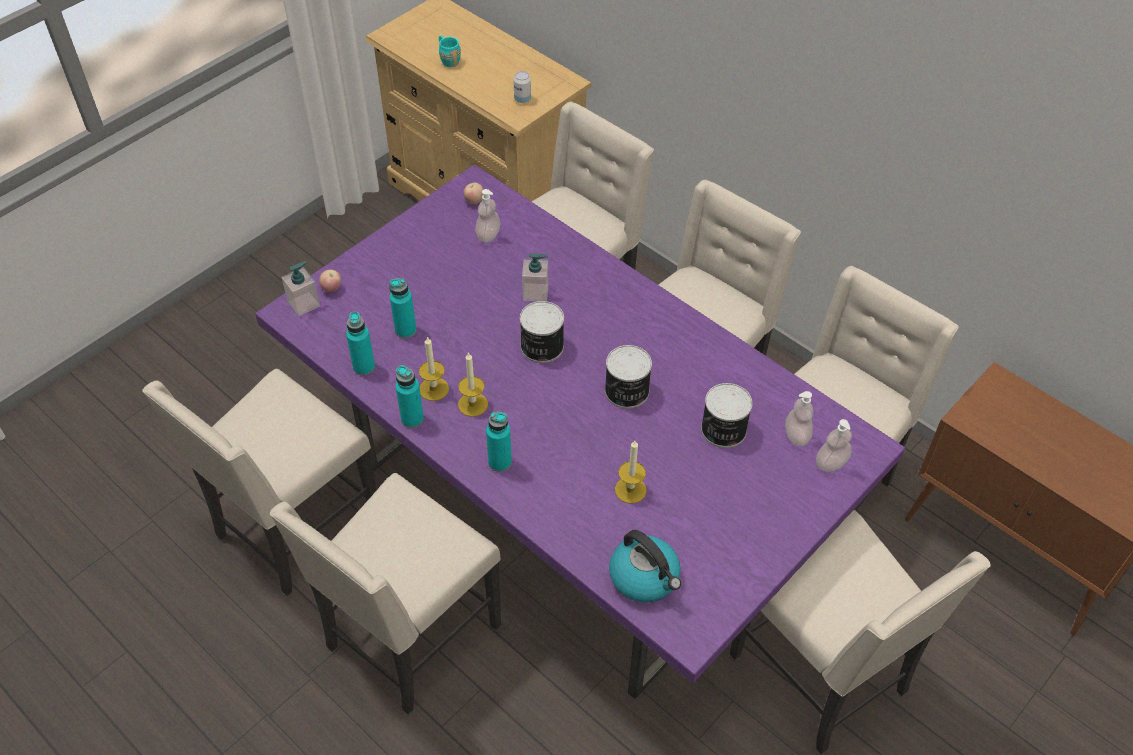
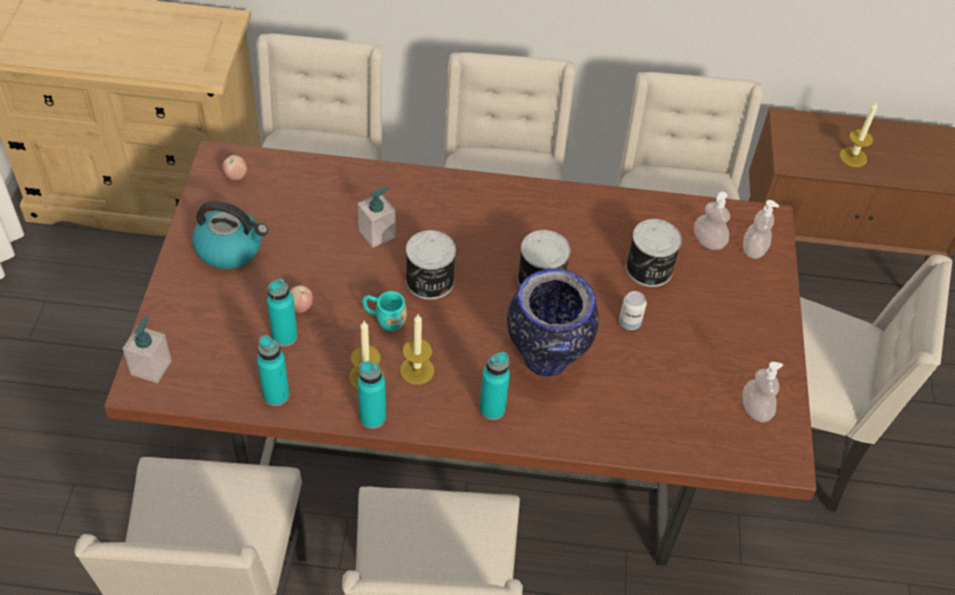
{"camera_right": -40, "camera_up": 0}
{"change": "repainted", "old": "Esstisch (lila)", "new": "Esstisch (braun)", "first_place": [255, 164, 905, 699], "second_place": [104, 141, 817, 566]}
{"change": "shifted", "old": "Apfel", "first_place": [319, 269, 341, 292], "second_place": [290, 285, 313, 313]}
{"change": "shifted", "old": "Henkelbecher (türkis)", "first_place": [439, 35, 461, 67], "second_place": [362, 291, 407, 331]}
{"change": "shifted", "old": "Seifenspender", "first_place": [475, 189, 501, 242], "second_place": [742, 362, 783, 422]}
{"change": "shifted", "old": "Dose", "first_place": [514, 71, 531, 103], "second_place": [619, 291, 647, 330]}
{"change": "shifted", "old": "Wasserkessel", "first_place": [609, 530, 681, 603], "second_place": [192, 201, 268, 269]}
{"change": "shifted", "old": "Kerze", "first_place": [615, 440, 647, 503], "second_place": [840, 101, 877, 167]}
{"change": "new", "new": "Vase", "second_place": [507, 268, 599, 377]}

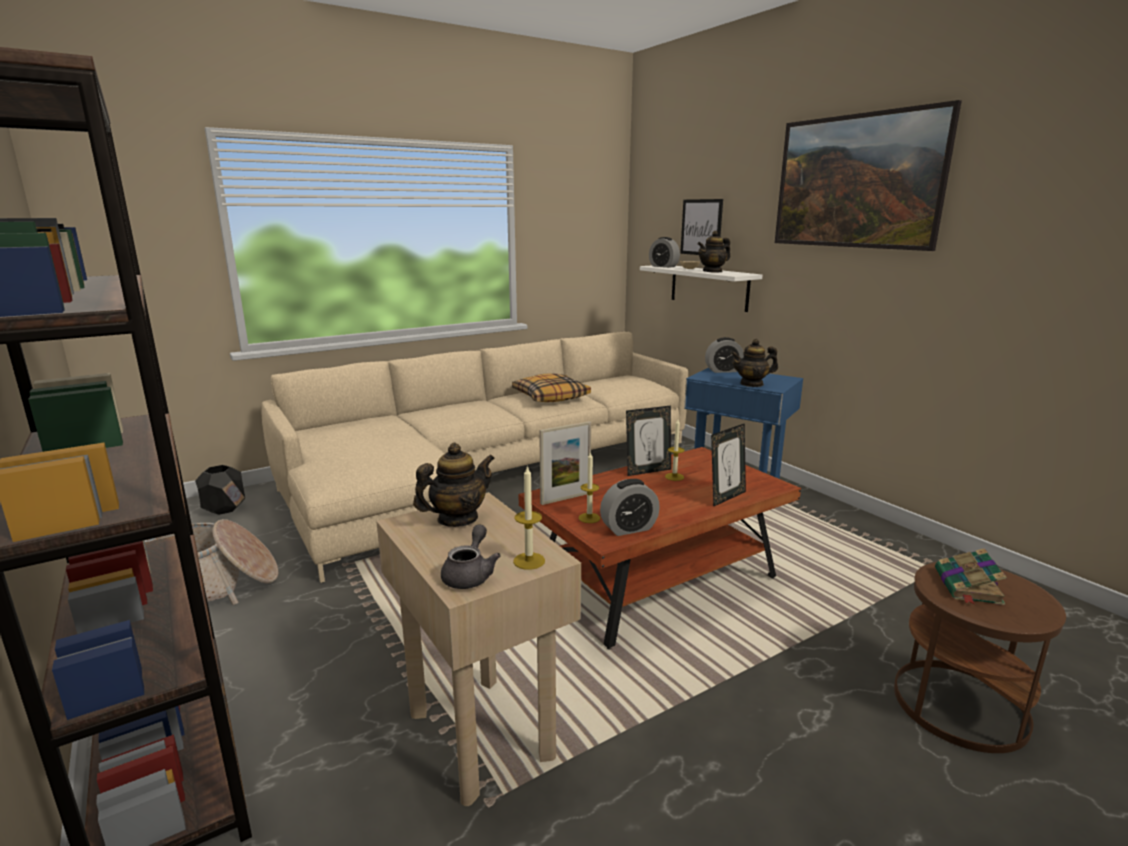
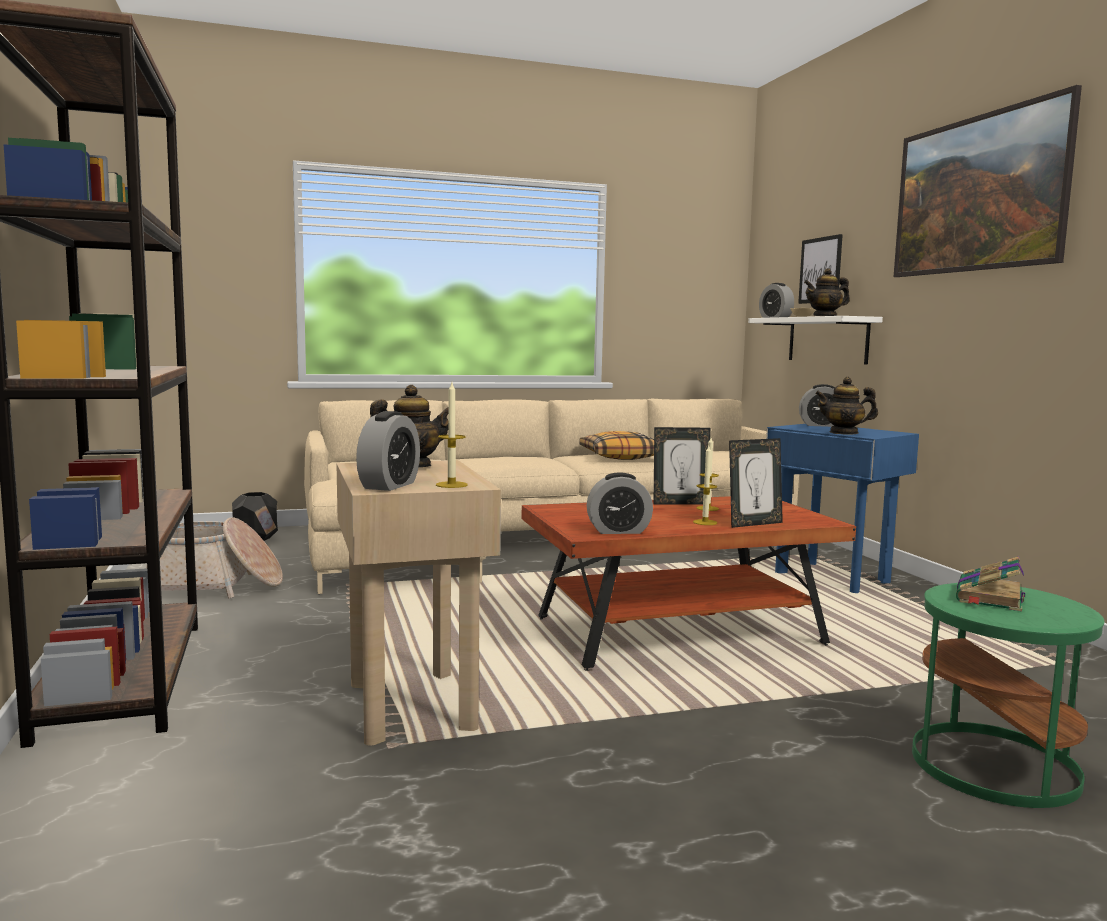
{"camera_right": 15, "camera_up": -10}
{"change": "swapped", "old": "Teekanne (grau)", "new": "Wecker", "first_place": [441, 524, 501, 589], "second_place": [356, 411, 420, 491]}
{"change": "gone", "old": "Bilderrahmen", "first_place": [539, 421, 591, 505]}
{"change": "shifted", "old": "Kerze", "first_place": [579, 451, 601, 523], "second_place": [693, 446, 717, 525]}
{"change": "repainted", "old": "Beistelltisch (braun)", "new": "Beistelltisch (grün)", "first_place": [894, 562, 1066, 753], "second_place": [912, 583, 1104, 808]}

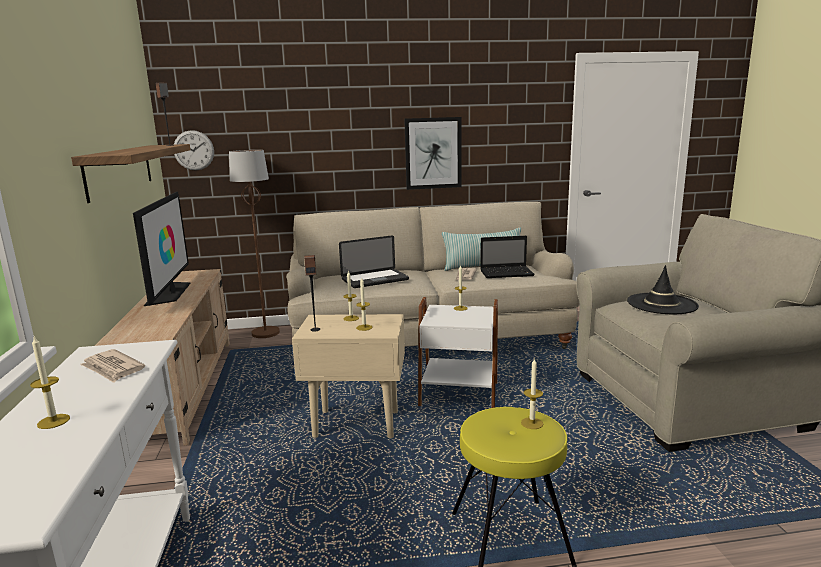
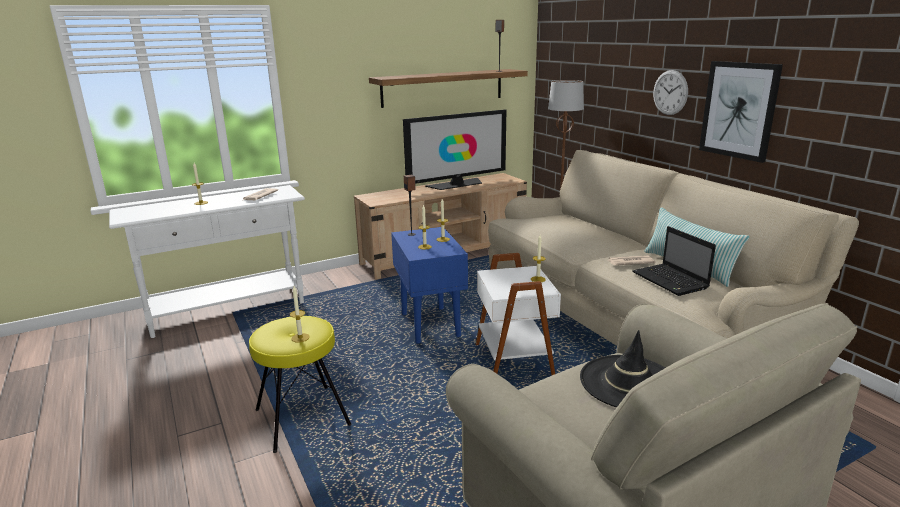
{"camera_right": 70, "camera_up": 5}
{"change": "shifted", "old": "Wanduhr", "first_place": [174, 130, 214, 171], "second_place": [653, 70, 688, 115]}
{"change": "repainted", "old": "Beistelltisch (beige)", "new": "Beistelltisch (blau)", "first_place": [292, 314, 405, 438], "second_place": [391, 227, 468, 344]}
{"change": "gone", "old": "Laptop", "first_place": [339, 235, 409, 288]}

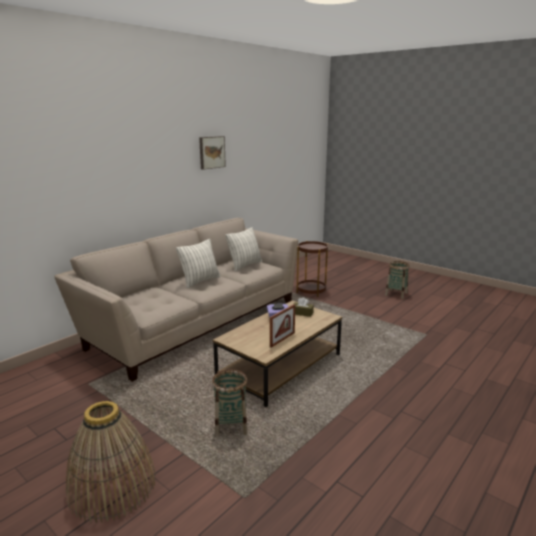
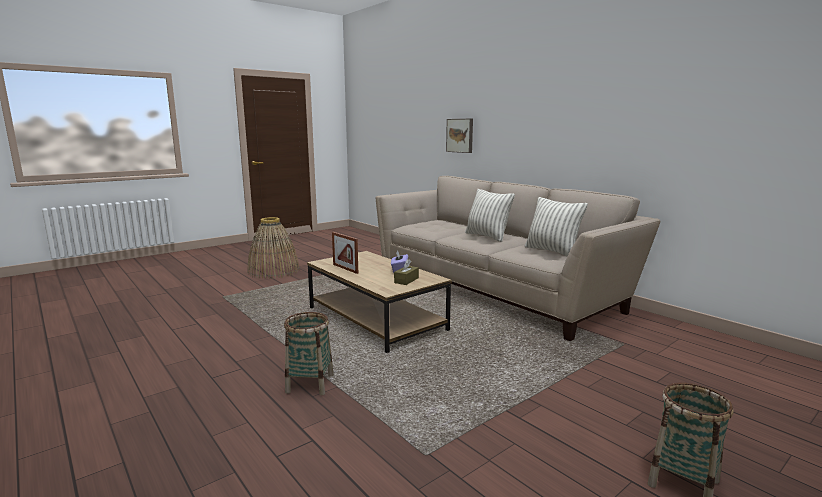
{"camera_right": 100, "camera_up": -5}
{"change": "shifted", "old": "Bild", "first_place": [199, 136, 226, 170], "second_place": [446, 119, 473, 153]}
{"change": "shifted", "old": "Korb", "first_place": [212, 369, 247, 437], "second_place": [284, 312, 334, 395]}
{"change": "gone", "old": "Beistelltisch (braun)", "first_place": [296, 241, 328, 297]}

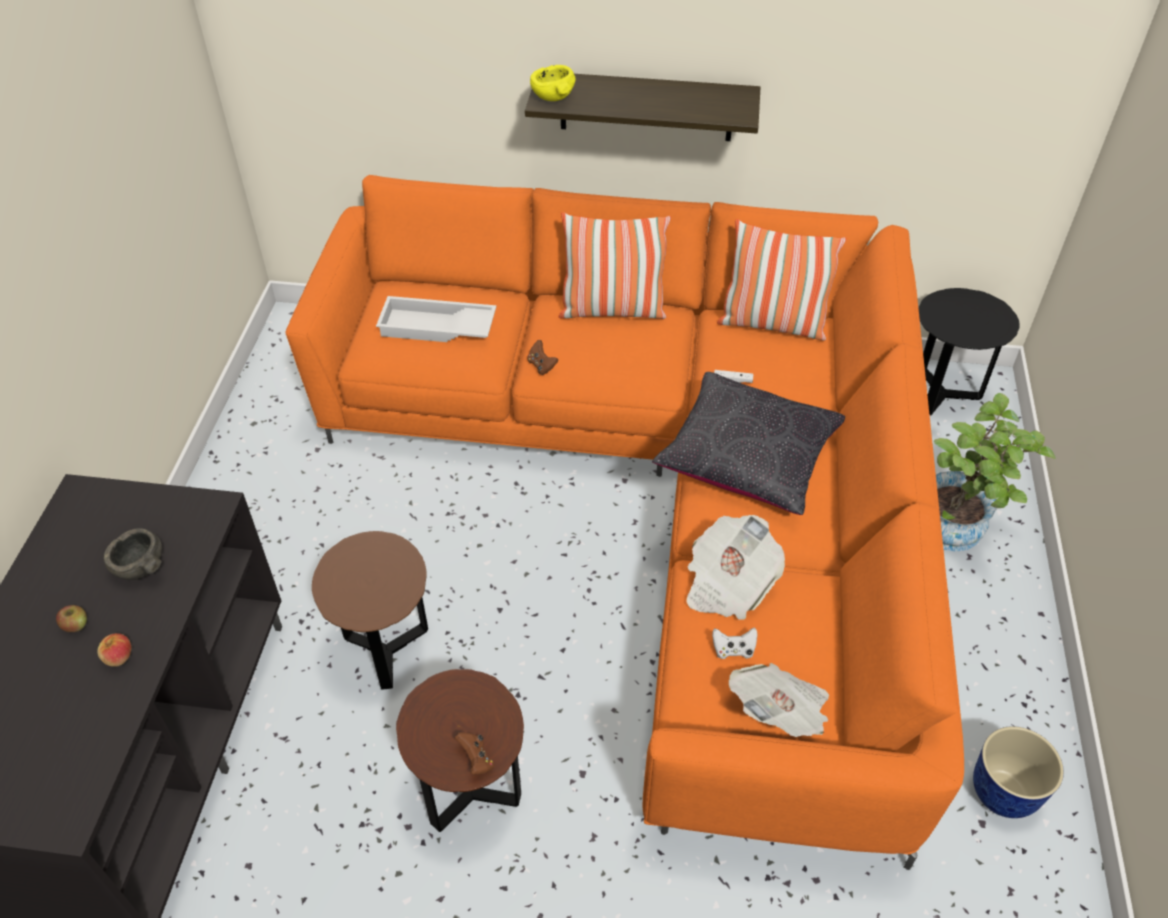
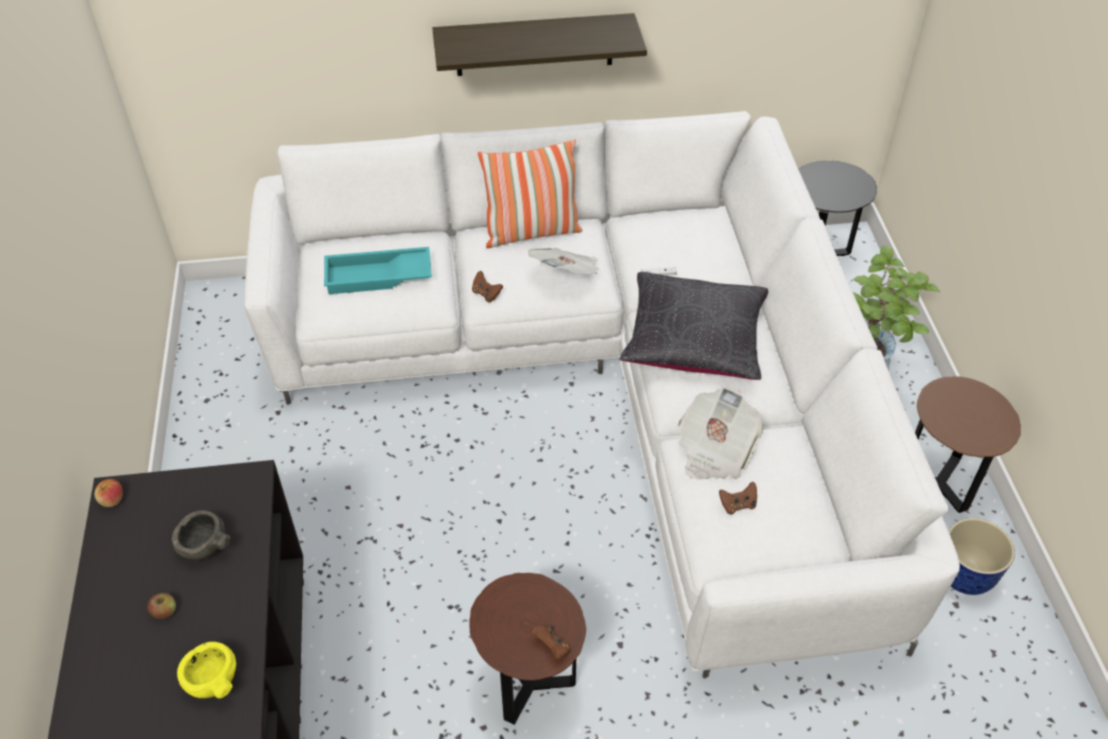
{"camera_right": -15, "camera_up": 0}
{"change": "shifted", "old": "Apfel", "first_place": [97, 633, 131, 667], "second_place": [94, 479, 123, 507]}
{"change": "repainted", "old": "Sofa (orange)", "new": "Sofa (weiß)", "first_place": [286, 175, 964, 870], "second_place": [244, 111, 960, 678]}
{"change": "shifted", "old": "Beistelltisch (braun)", "first_place": [312, 531, 428, 690], "second_place": [915, 376, 1021, 513]}
{"change": "repainted", "old": "Tablett (weiß)", "new": "Tablett (türkis)", "first_place": [376, 296, 497, 342], "second_place": [324, 247, 432, 294]}
{"change": "shifted", "old": "Schüssel (gelb)", "first_place": [530, 65, 575, 101], "second_place": [177, 642, 236, 698]}
{"change": "repainted", "old": "Gamepad (weiß)", "new": "Gamepad (braun)", "first_place": [712, 628, 758, 659], "second_place": [719, 482, 757, 514]}
{"change": "gone", "old": "Kissen", "first_place": [717, 219, 847, 341]}
{"change": "shifted", "old": "Zeitung", "first_place": [729, 663, 829, 737], "second_place": [528, 248, 599, 274]}

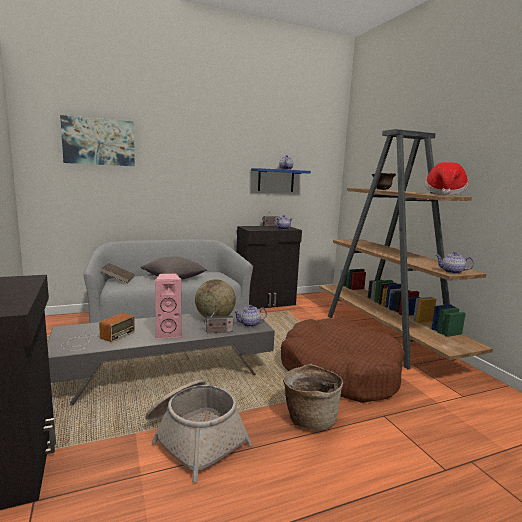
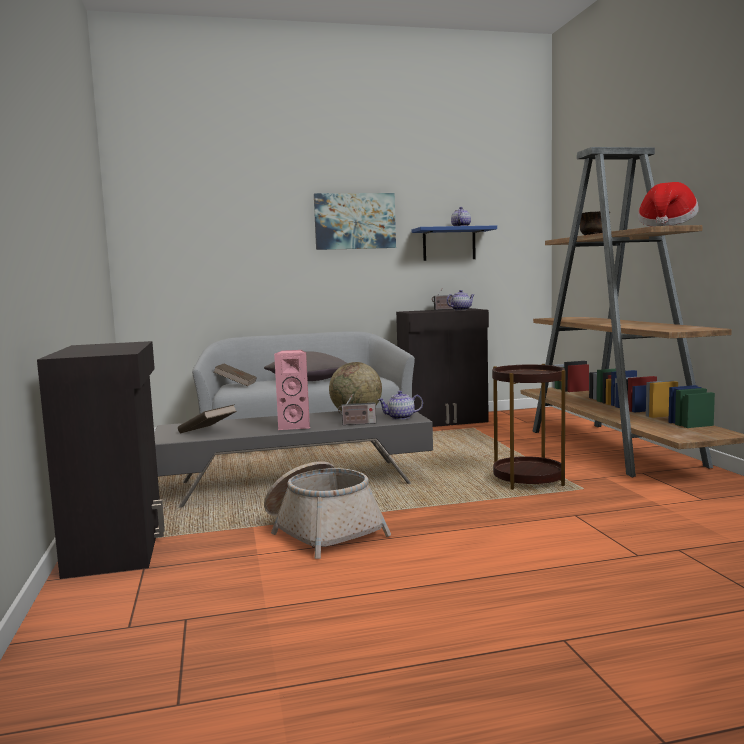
{"camera_right": 10, "camera_up": -5}
{"change": "shifted", "old": "Bild", "first_place": [60, 115, 135, 166], "second_place": [314, 193, 396, 250]}
{"change": "swapped", "old": "Radio", "new": "Buch (braun)", "first_place": [61, 313, 135, 351], "second_place": [178, 404, 237, 433]}
{"change": "swapped", "old": "Hundebett (braun)", "new": "Beistelltisch (braun)", "first_place": [281, 318, 405, 403], "second_place": [492, 364, 565, 490]}
{"change": "gone", "old": "Korb", "first_place": [283, 364, 343, 430]}
{"change": "gone", "old": "Teekanne", "first_place": [436, 252, 474, 274]}

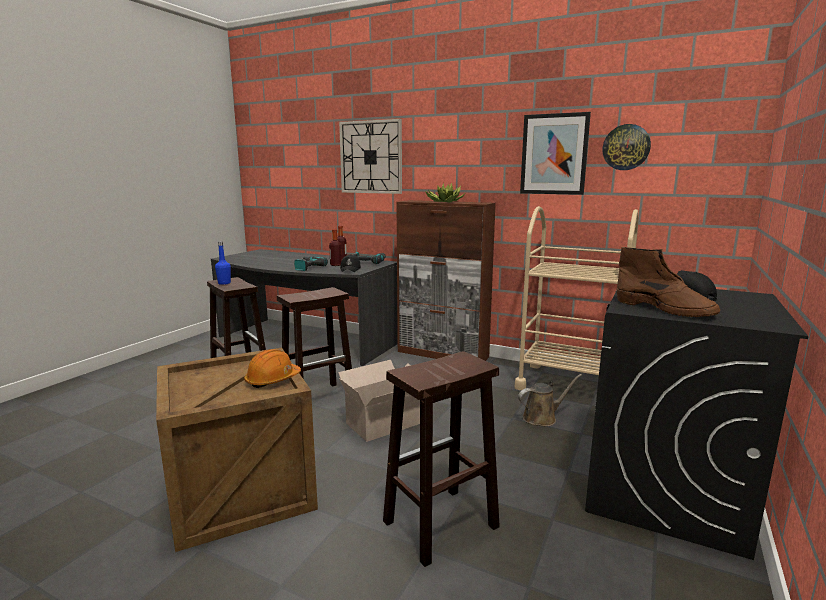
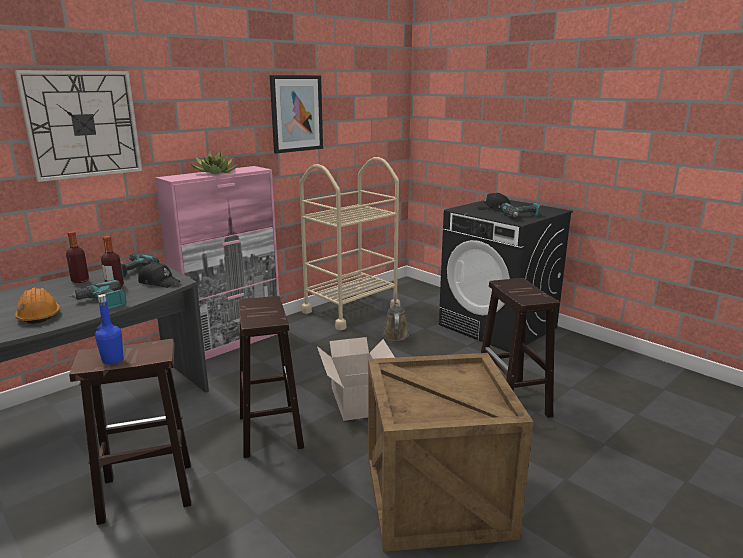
{"camera_right": -70, "camera_up": 5}
{"change": "shifted", "old": "Schutzhelm (orange)", "first_place": [244, 349, 301, 388], "second_place": [15, 288, 60, 324]}
{"change": "repainted", "old": "Schrank (braun)", "new": "Schrank (rosa)", "first_place": [396, 200, 496, 361], "second_place": [155, 166, 279, 360]}
{"change": "gone", "old": "Wanduhr", "first_place": [603, 124, 651, 170]}
{"change": "swapped", "old": "Stiefel (braun)", "new": "Bohrmaschine", "first_place": [617, 247, 720, 317], "second_place": [500, 202, 541, 218]}

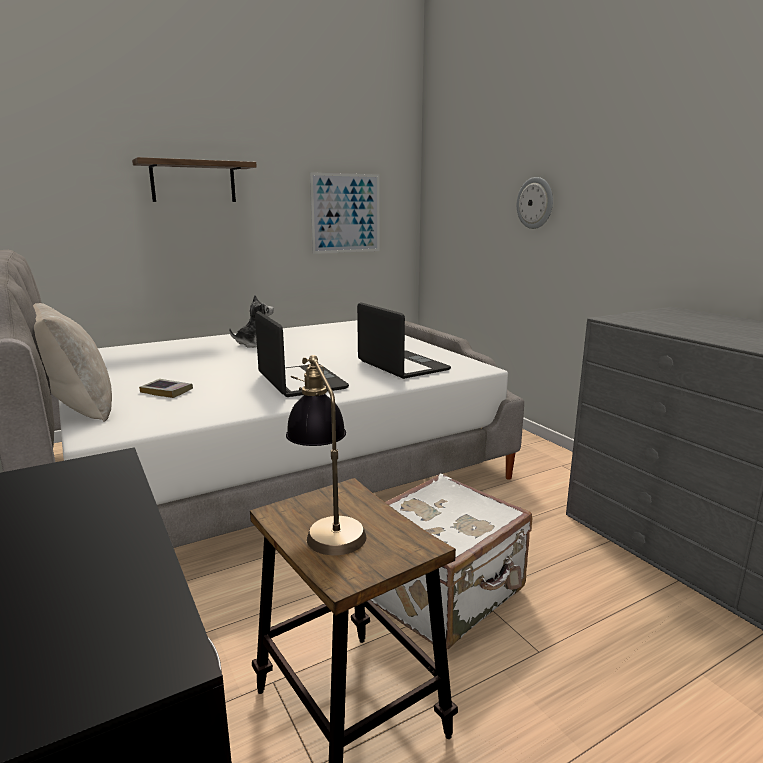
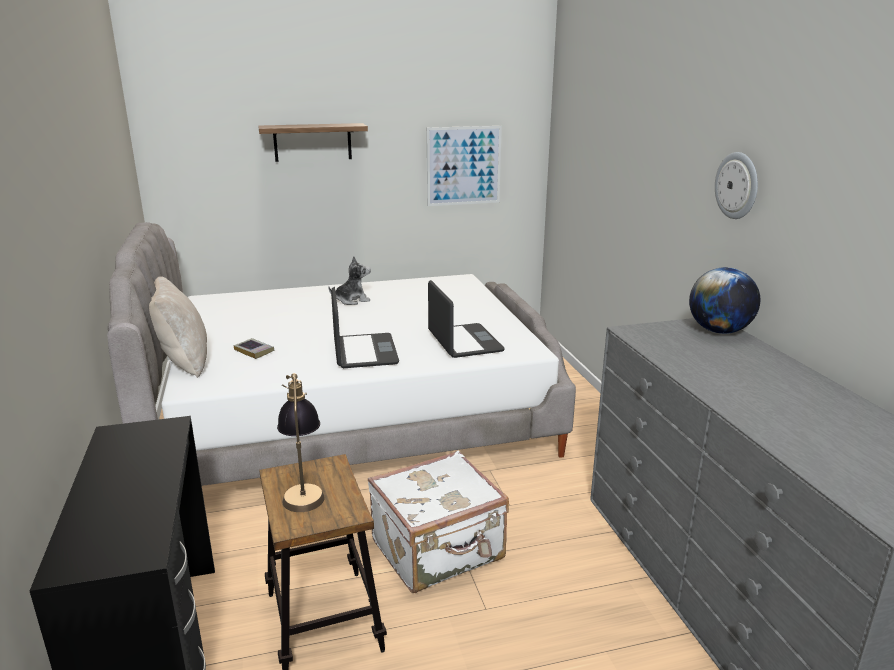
{"camera_right": 15, "camera_up": 5}
{"change": "shifted", "old": "Wanduhr", "first_place": [517, 177, 553, 229], "second_place": [715, 152, 758, 219]}
{"change": "new", "new": "Globus", "second_place": [689, 267, 760, 334]}

